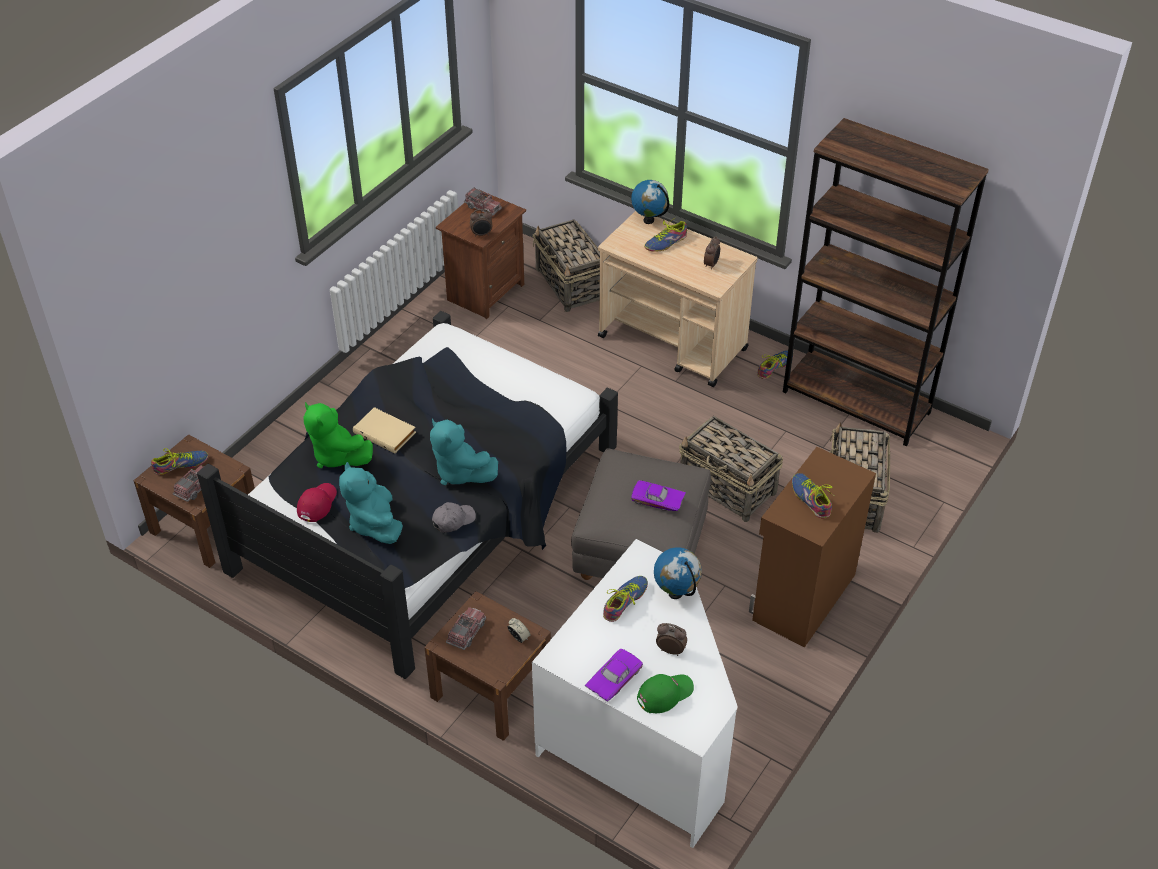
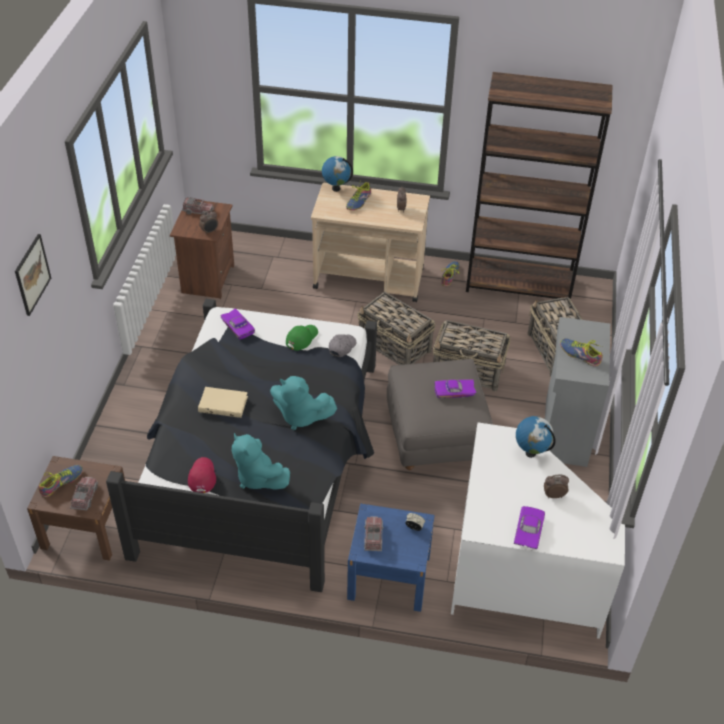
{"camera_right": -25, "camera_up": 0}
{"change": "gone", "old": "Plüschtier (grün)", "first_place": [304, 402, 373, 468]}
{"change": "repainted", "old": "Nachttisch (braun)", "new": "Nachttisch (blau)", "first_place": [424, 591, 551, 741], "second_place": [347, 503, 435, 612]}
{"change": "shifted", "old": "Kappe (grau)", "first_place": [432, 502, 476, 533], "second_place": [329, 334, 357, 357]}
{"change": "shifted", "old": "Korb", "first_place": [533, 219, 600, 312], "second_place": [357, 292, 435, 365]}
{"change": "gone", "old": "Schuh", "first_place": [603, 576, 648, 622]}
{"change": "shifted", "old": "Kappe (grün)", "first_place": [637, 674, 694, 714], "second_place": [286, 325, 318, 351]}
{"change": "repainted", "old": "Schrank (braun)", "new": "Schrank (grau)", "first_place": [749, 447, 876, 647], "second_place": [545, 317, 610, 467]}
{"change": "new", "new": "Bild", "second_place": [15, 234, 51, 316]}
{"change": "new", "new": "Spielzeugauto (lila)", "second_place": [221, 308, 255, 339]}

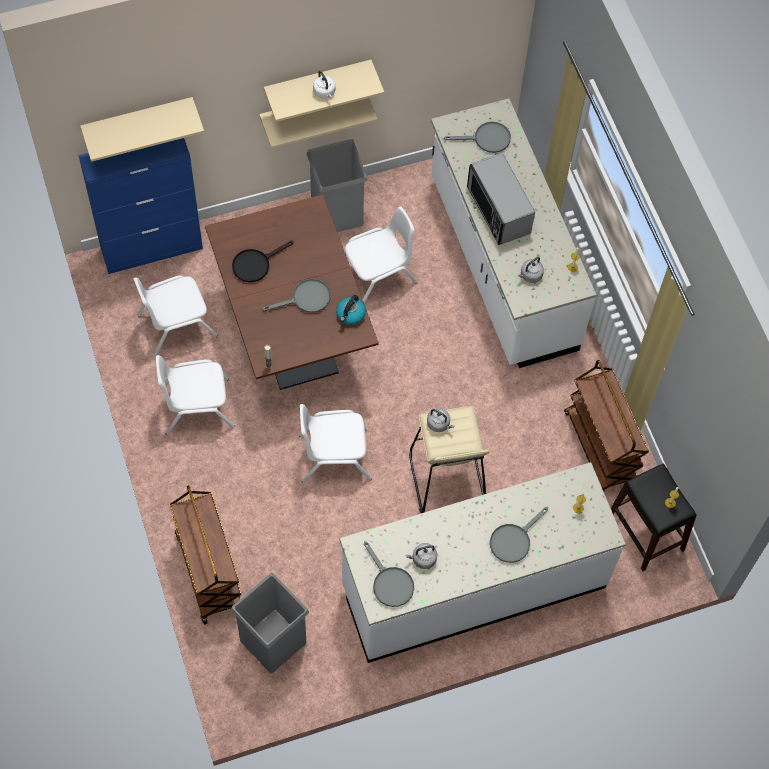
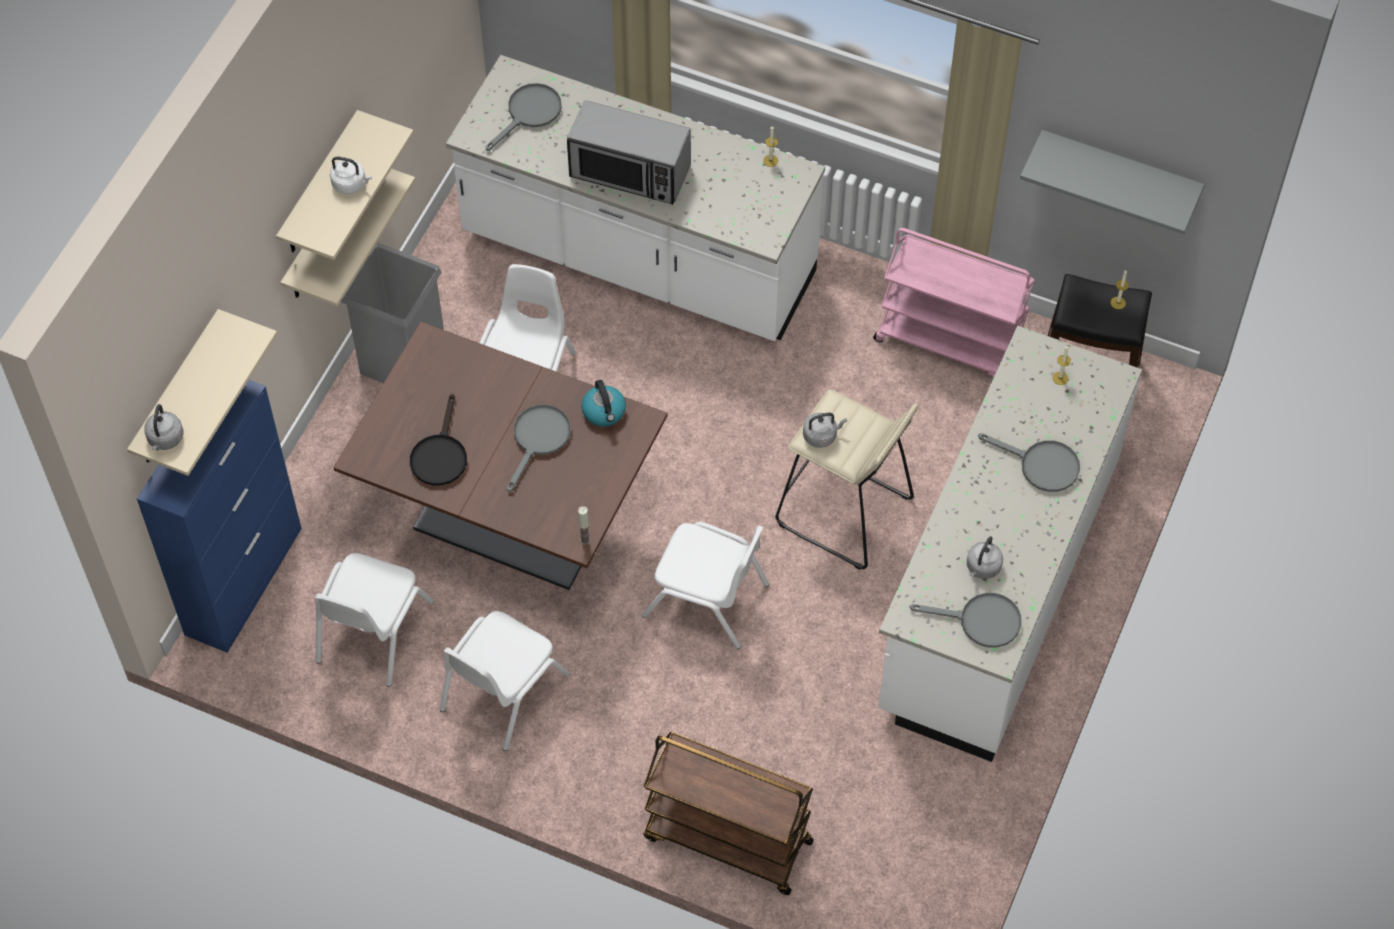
{"camera_right": -45, "camera_up": -5}
{"change": "gone", "old": "Mülleimer (grau)", "first_place": [231, 573, 309, 674]}
{"change": "rotated", "old": "Stuhl (weiß)", "first_place": [299, 404, 372, 483], "second_place": [642, 522, 769, 649], "degrees": -105}
{"change": "rotated", "old": "Pfanne (grau)", "first_place": [490, 507, 548, 563], "second_place": [978, 433, 1080, 492], "degrees": -60}
{"change": "shifted", "old": "Wasserkessel (grau)", "first_place": [518, 257, 544, 283], "second_place": [144, 404, 183, 451]}
{"change": "repainted", "old": "Rollwagen (braun)", "new": "Rollwagen (rosa)", "first_place": [564, 360, 649, 491], "second_place": [873, 228, 1035, 378]}
{"change": "new", "new": "Wandregal (grau)", "second_place": [1020, 130, 1205, 234]}

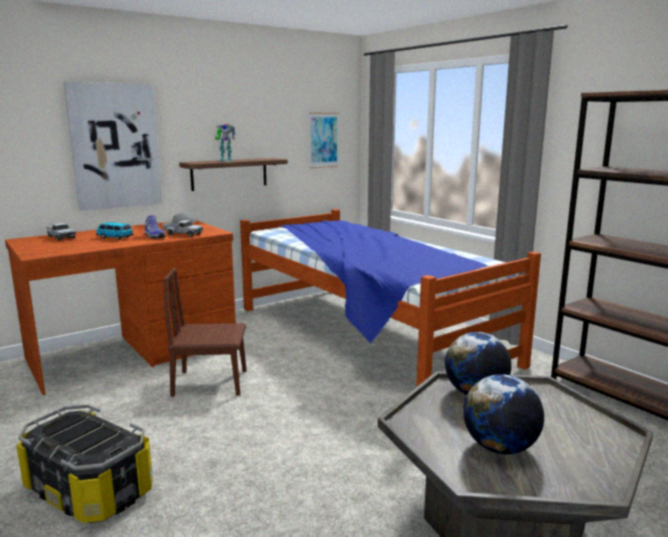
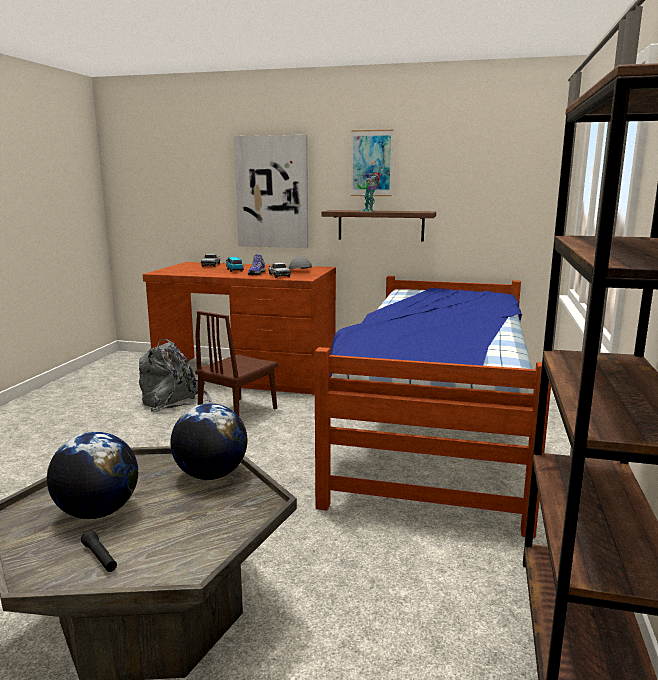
{"camera_right": 50, "camera_up": 0}
{"change": "gone", "old": "Aufbewahrungsbox", "first_place": [16, 404, 153, 523]}
{"change": "rotated", "old": "Stuhl (braun)", "first_place": [163, 267, 246, 397], "second_place": [195, 311, 278, 416], "degrees": -105}
{"change": "shifted", "old": "Bild", "first_place": [309, 113, 339, 168], "second_place": [351, 130, 393, 196]}
{"change": "new", "new": "Taschenlampe (schwarz)", "second_place": [81, 530, 117, 572]}
{"change": "new", "new": "Rucksack (grau)", "second_place": [139, 339, 212, 412]}

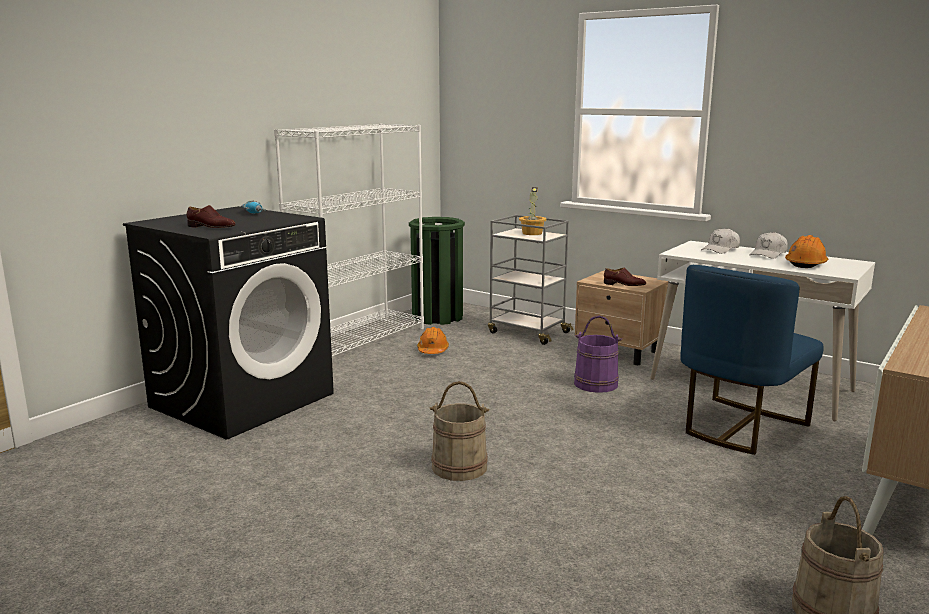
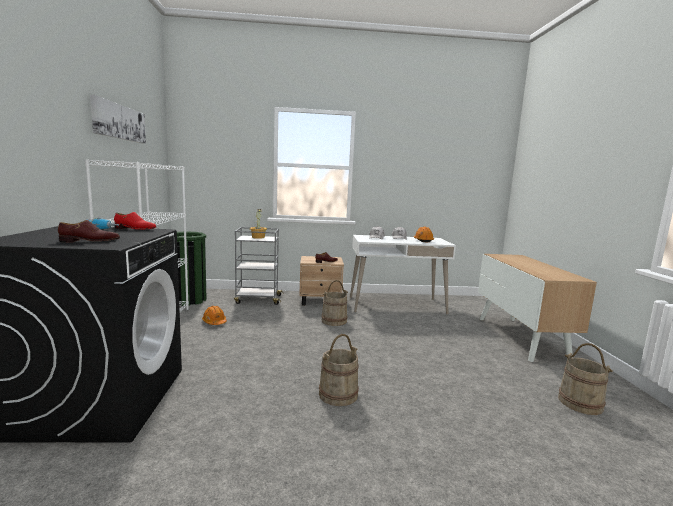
{"camera_right": -40, "camera_up": -5}
{"change": "repainted", "old": "Eimer (lila)", "new": "Eimer (beige)", "first_place": [574, 315, 622, 393], "second_place": [322, 280, 348, 326]}
{"change": "gone", "old": "Stuhl (blau)", "first_place": [680, 265, 824, 455]}
{"change": "new", "new": "Bild", "second_place": [90, 95, 146, 144]}
{"change": "new", "new": "Schuh (rot)", "second_place": [114, 212, 156, 229]}

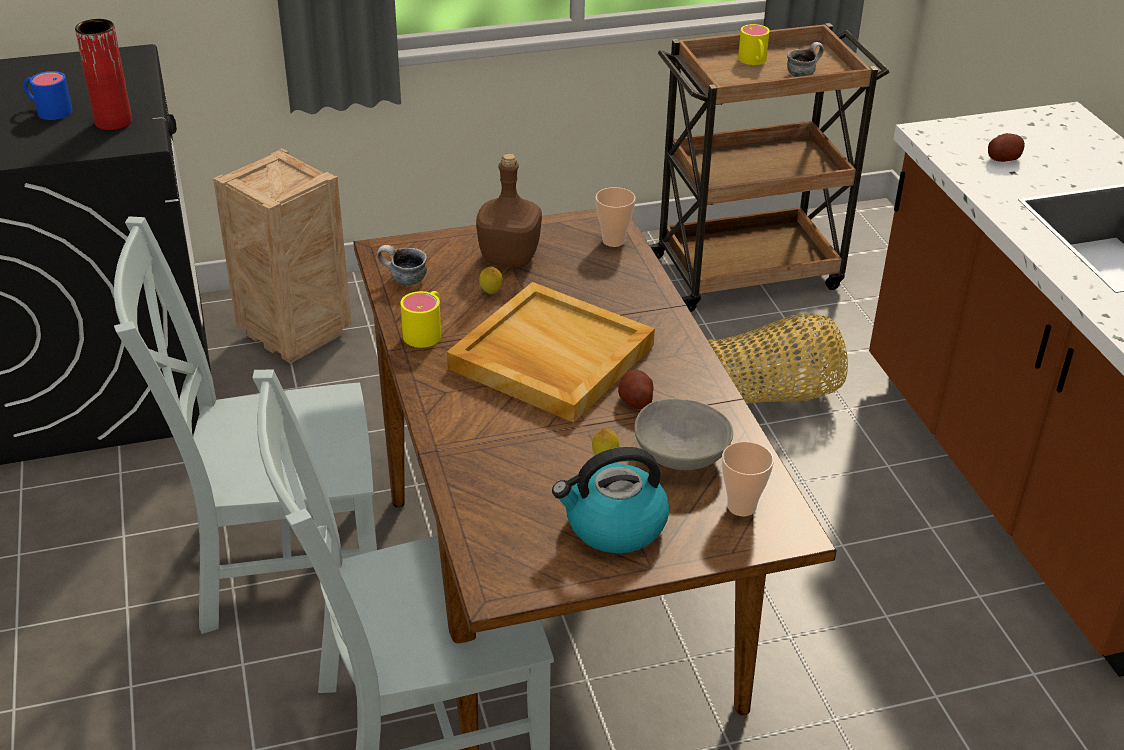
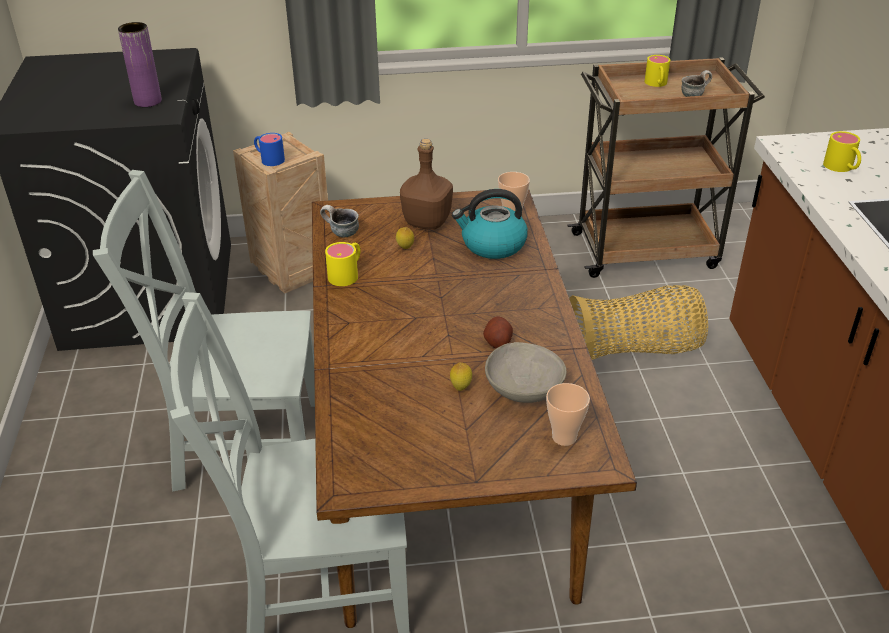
{"camera_right": 10, "camera_up": 0}
{"change": "shifted", "old": "Henkelbecher (blau)", "first_place": [24, 71, 73, 120], "second_place": [254, 133, 285, 166]}
{"change": "repainted", "old": "Vase (rot)", "new": "Vase (lila)", "first_place": [75, 19, 132, 131], "second_place": [118, 22, 162, 107]}
{"change": "gone", "old": "Tablett (beige)", "first_place": [447, 282, 655, 423]}
{"change": "shifted", "old": "Wasserkessel", "first_place": [552, 447, 669, 553], "second_place": [452, 189, 528, 259]}
{"change": "swapped", "old": "Kartoffel", "new": "Henkelbecher (gelb)", "first_place": [988, 133, 1025, 162], "second_place": [823, 131, 861, 172]}

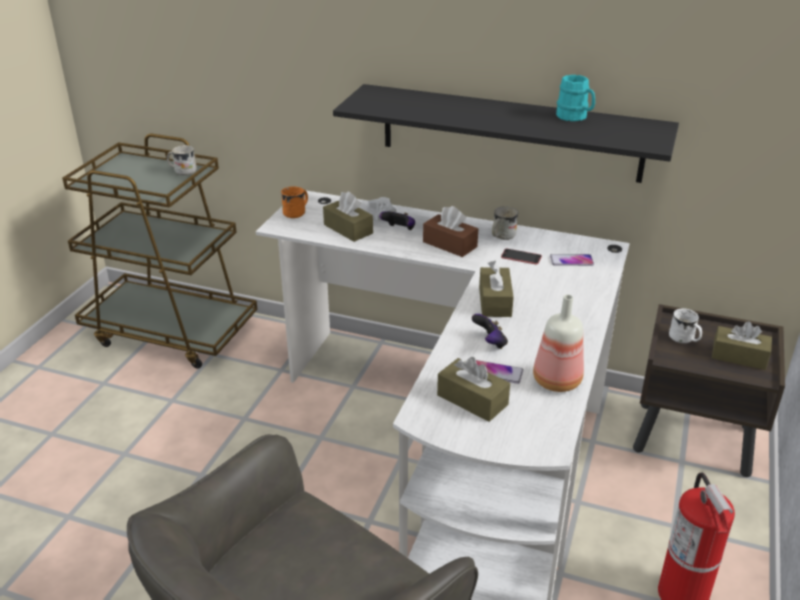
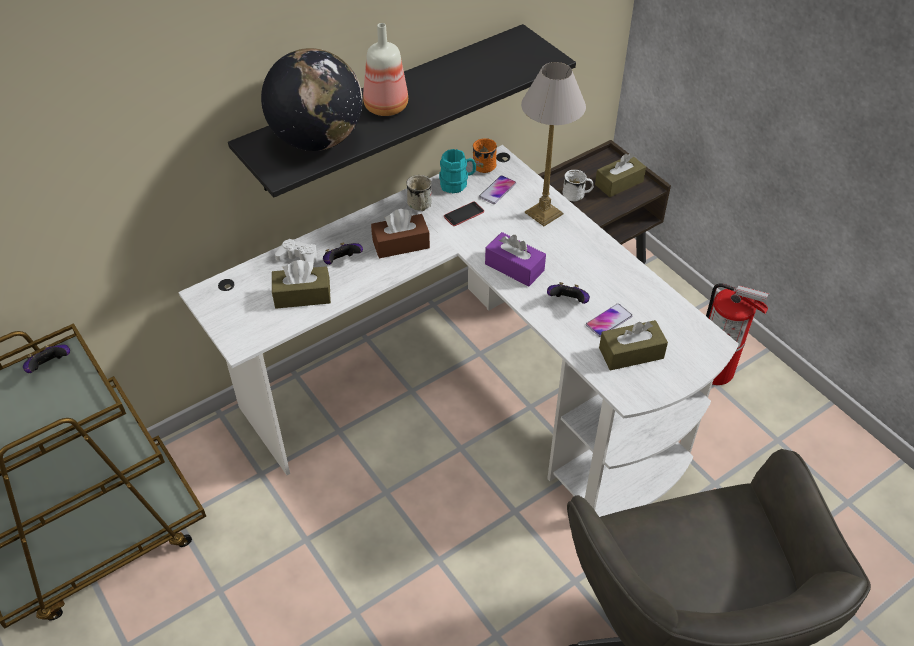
{"camera_right": -55, "camera_up": 15}
{"change": "swapped", "old": "Henkelbecher (weiß)", "new": "Gamepad", "first_place": [167, 145, 197, 175], "second_place": [23, 344, 70, 373]}
{"change": "shifted", "old": "Henkelbecher (orange)", "first_place": [281, 186, 308, 218], "second_place": [473, 138, 497, 173]}
{"change": "repainted", "old": "Taschentuchbox (braun)", "new": "Taschentuchbox (lila)", "first_place": [479, 261, 514, 317], "second_place": [485, 232, 546, 287]}
{"change": "shifted", "old": "Flasche", "first_place": [533, 295, 584, 392], "second_place": [363, 23, 408, 116]}
{"change": "shifted", "old": "Henkelbecher (türkis)", "first_place": [556, 75, 595, 121], "second_place": [439, 149, 476, 194]}
{"change": "new", "new": "Globus", "second_place": [261, 48, 363, 151]}
{"change": "new", "new": "Tischlampe", "second_place": [521, 62, 586, 226]}

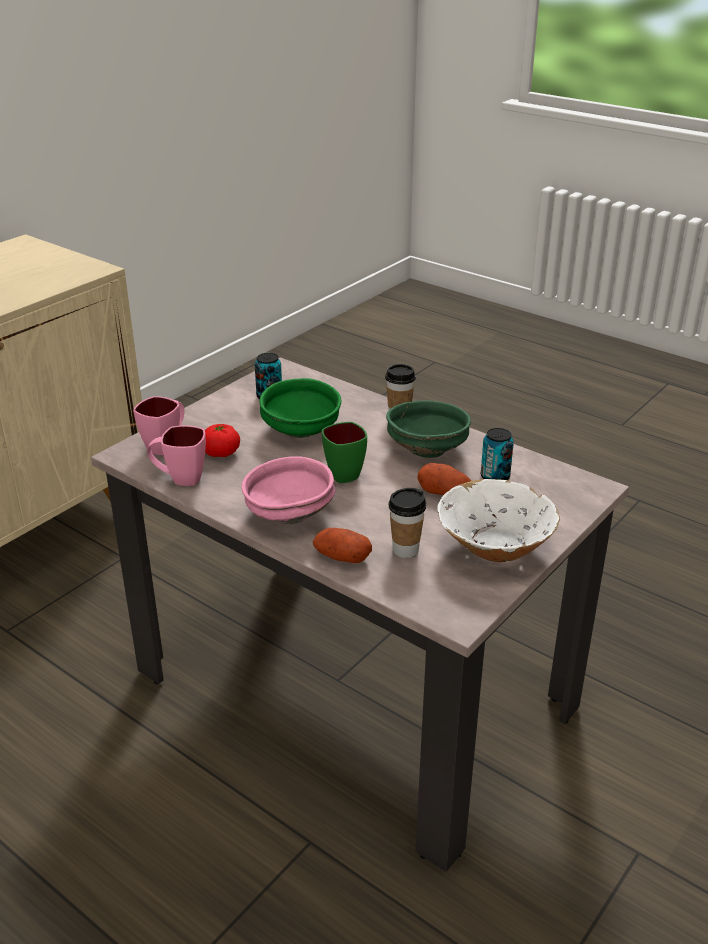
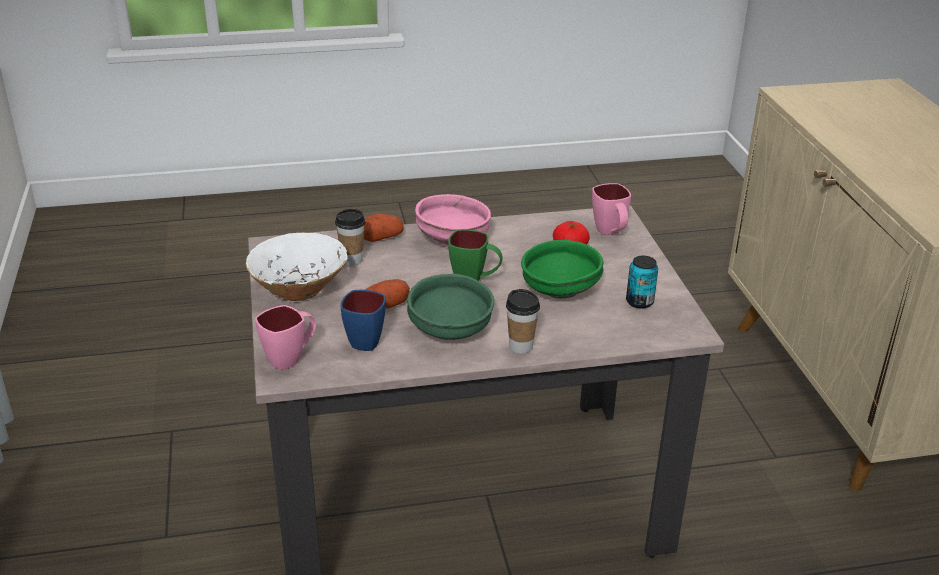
{"camera_right": 130, "camera_up": 0}
{"change": "shifted", "old": "Henkelbecher (rosa)", "first_place": [147, 425, 206, 486], "second_place": [255, 305, 316, 370]}
{"change": "swapped", "old": "Dose", "new": "Henkelbecher (blau)", "first_place": [481, 428, 514, 480], "second_place": [341, 290, 386, 351]}

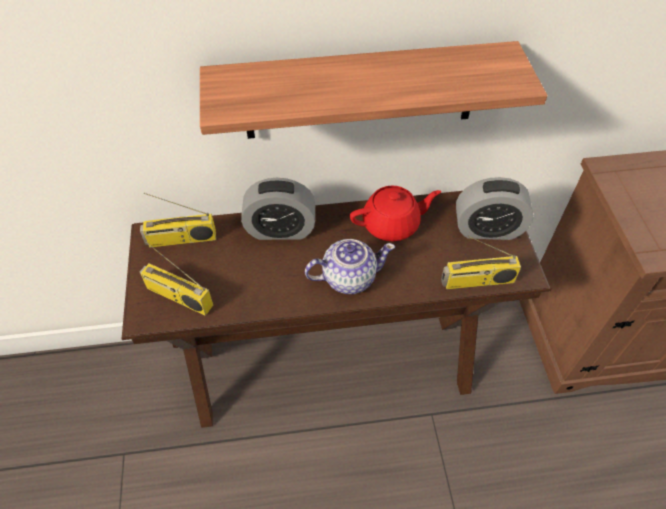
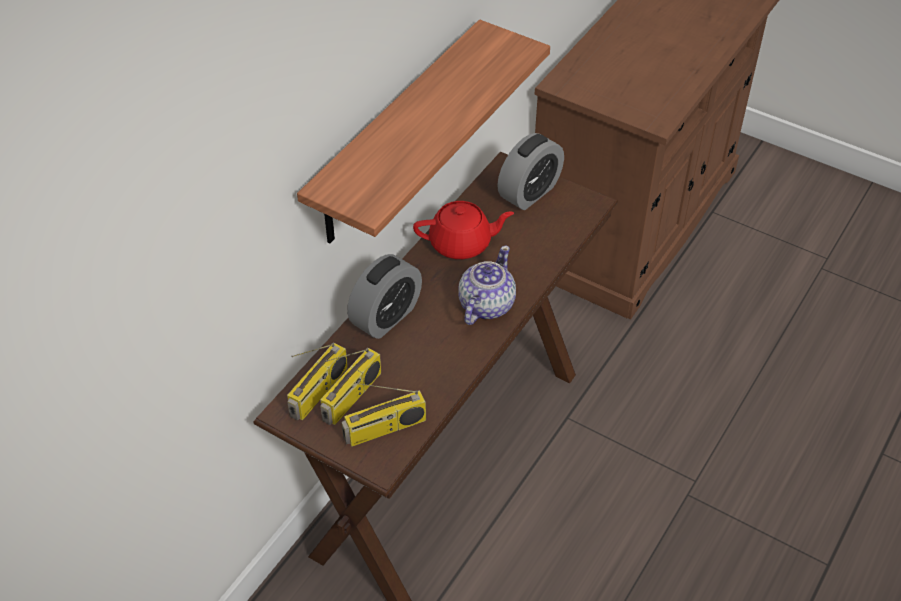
{"camera_right": -50, "camera_up": -5}
{"change": "rotated", "old": "Teekanne (rot)", "first_place": [350, 186, 441, 242], "second_place": [413, 201, 514, 259], "degrees": 60}
{"change": "shifted", "old": "Radio", "first_place": [441, 235, 521, 289], "second_place": [320, 348, 381, 425]}

